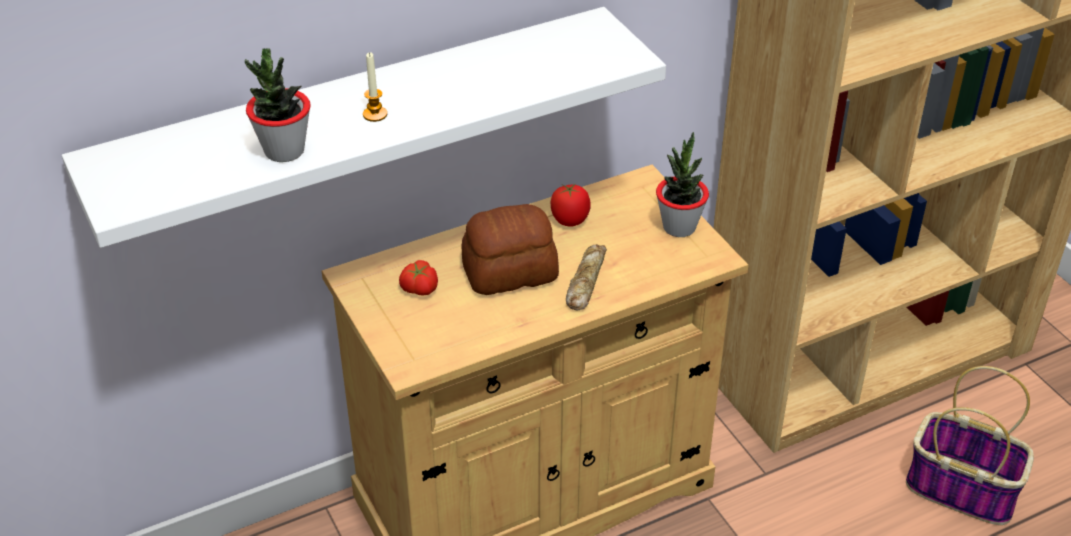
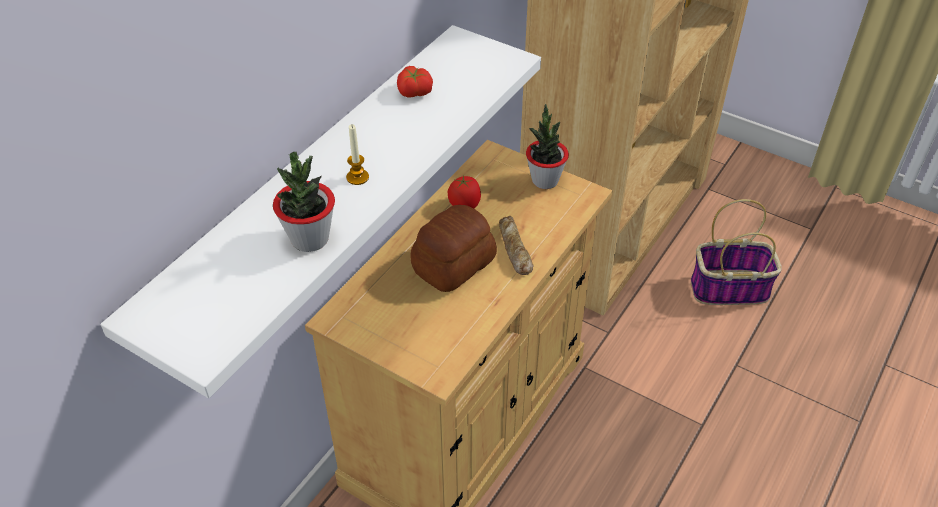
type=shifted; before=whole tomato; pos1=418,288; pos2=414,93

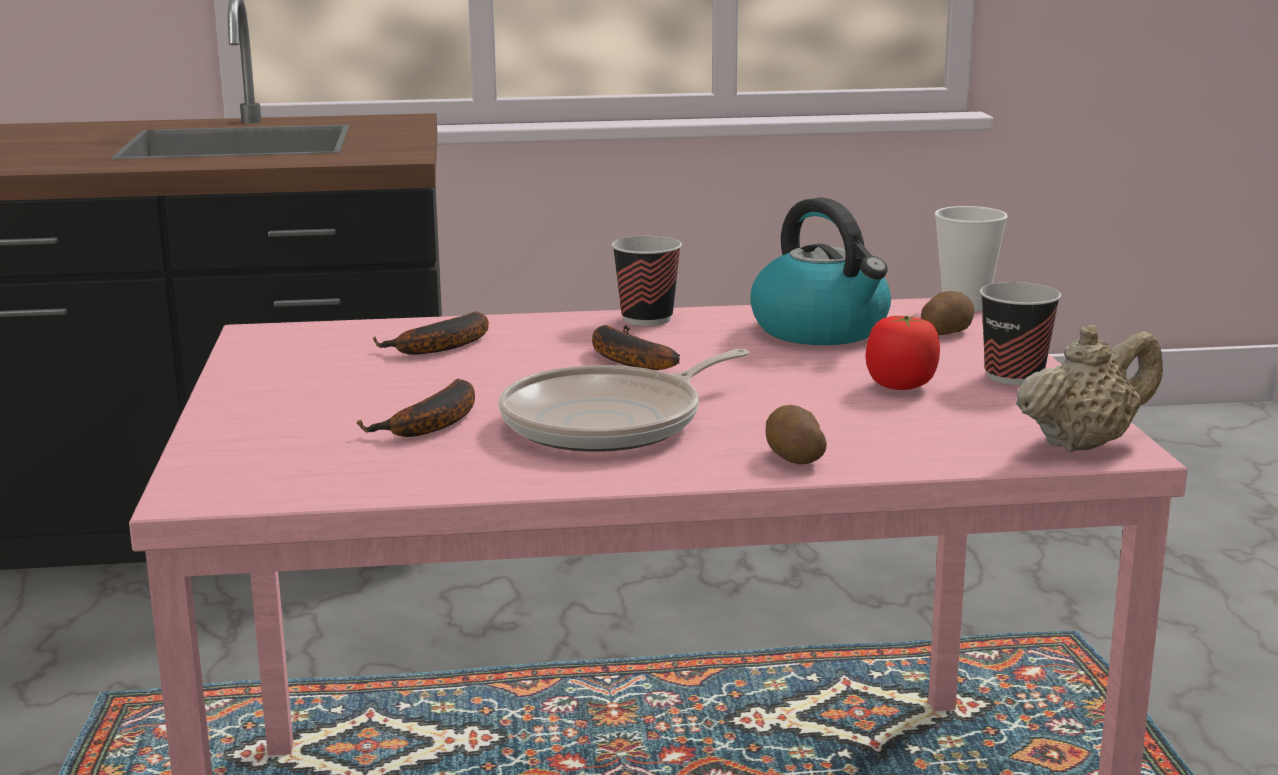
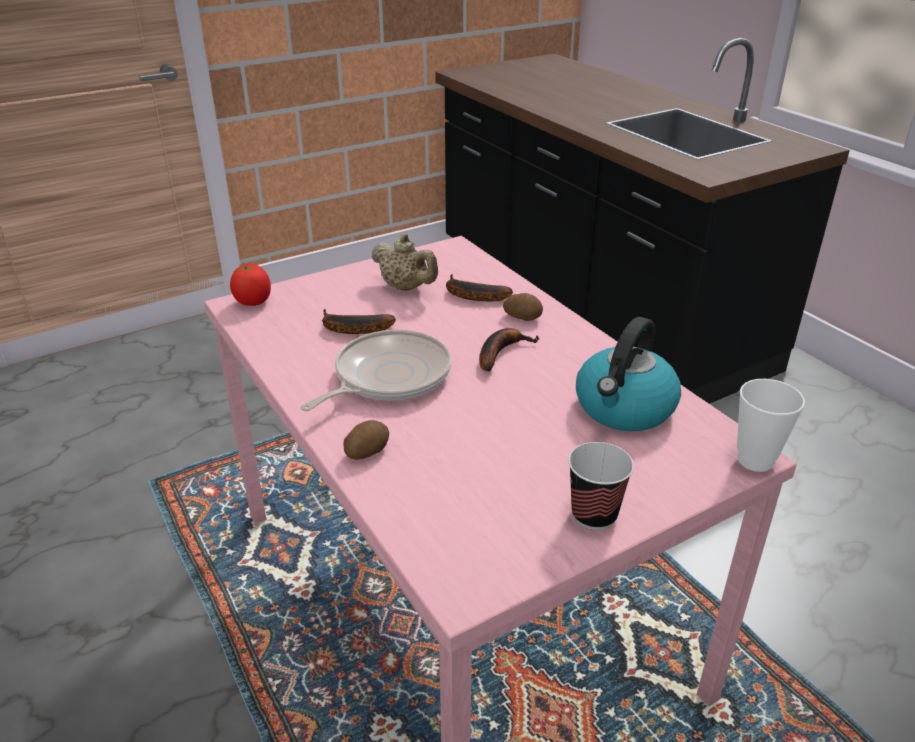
type=shifted; before=whole tomato; pos1=901,386; pos2=253,302
type=rotated; before=skillet; pos1=611,422; pos2=387,377; turn=105
type=shifted; before=sand-coloured tea pot; pos1=1083,444; pos2=406,288
type=shifted; before=potato; pos1=945,332; pos2=523,316
type=gone; before=cup; pos1=647,319

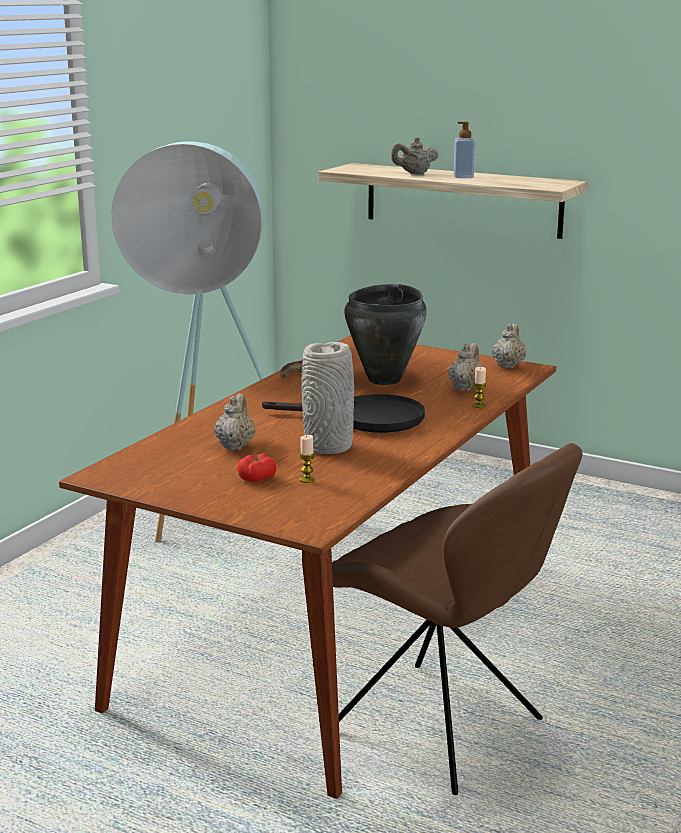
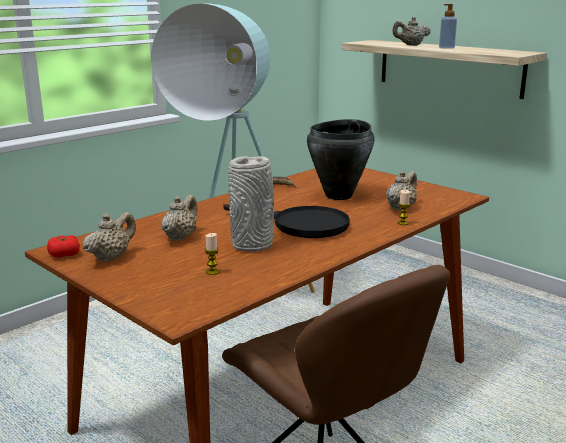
type=shifted; before=whole tomato; pos1=256,478; pos2=64,254
type=shifted; before=sand-coloured tea pot; pos1=508,365; pos2=111,257

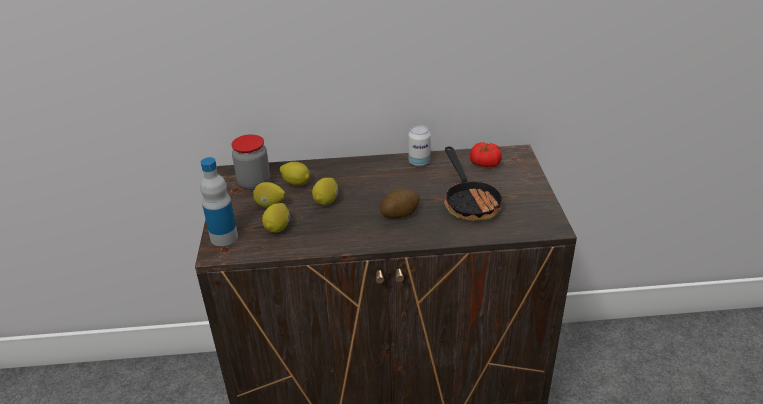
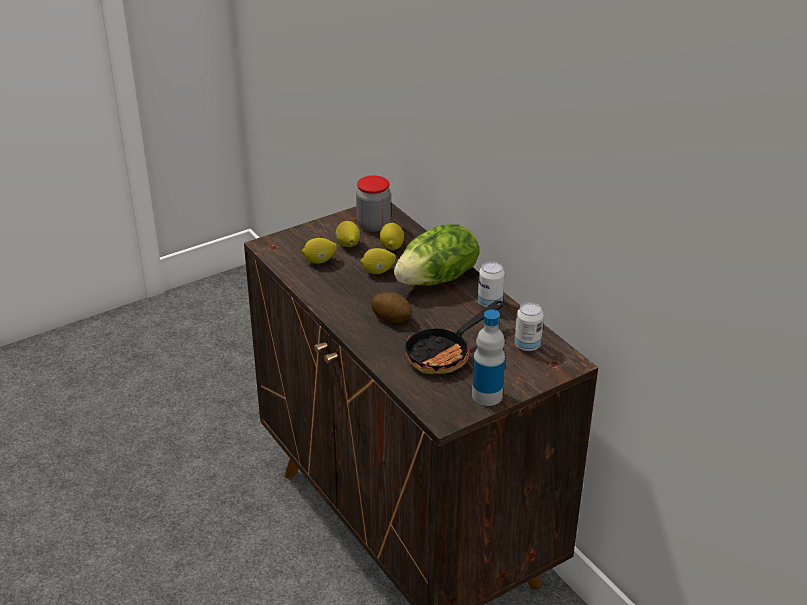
type=new; after=lettuce; pos2=438,279
type=shifted; before=bottle; pos1=224,237; pos2=487,395
type=swapped; before=whole tomato; after=sealed can; pos1=485,163; pos2=527,345

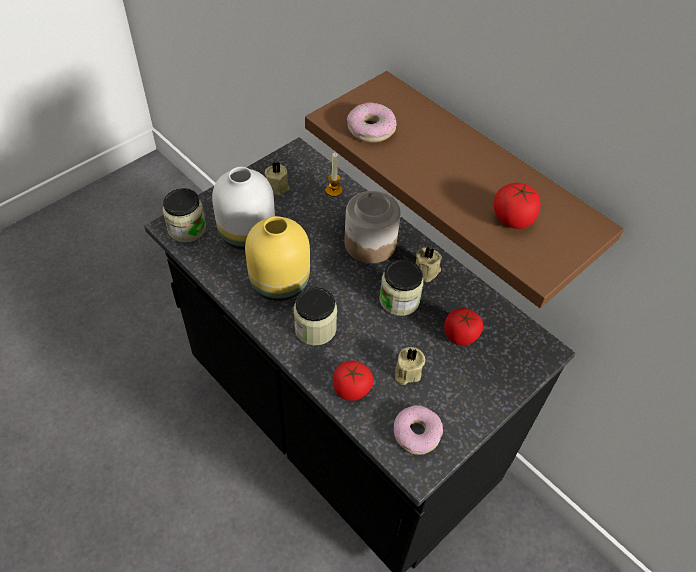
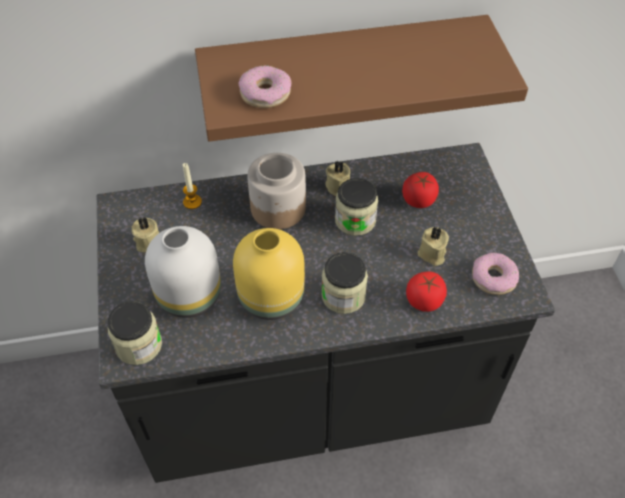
type=gone; before=whole tomato; pos1=512,218

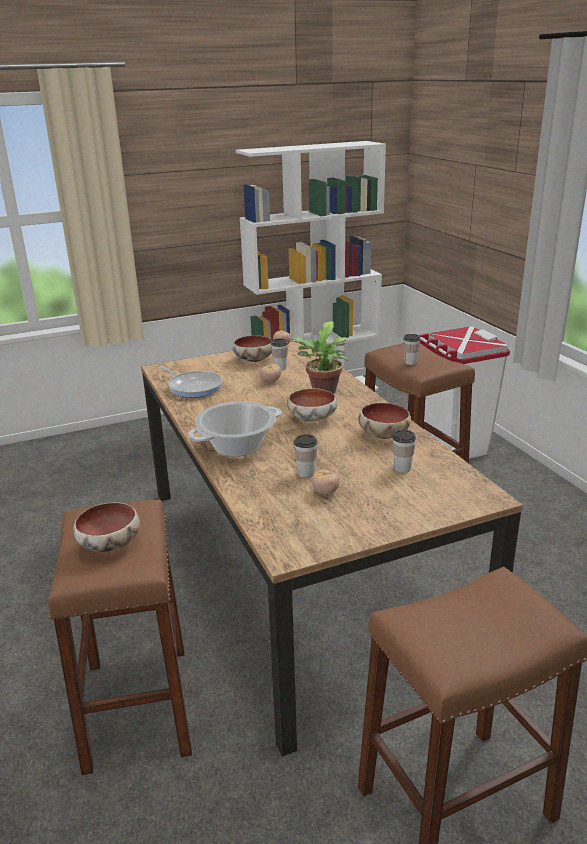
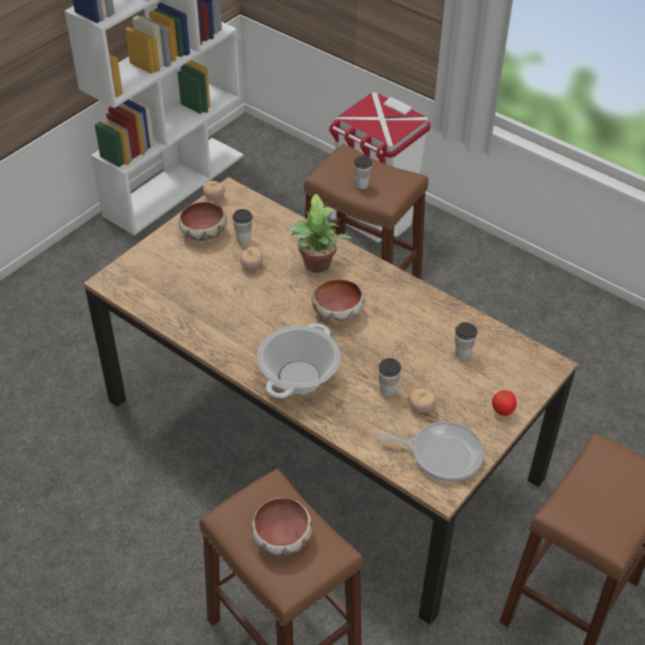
type=shifted; before=skillet; pos1=193,387; pos2=442,454
type=new; after=whole tomato; pos2=502,411
type=gone; before=bowl; pos1=382,434

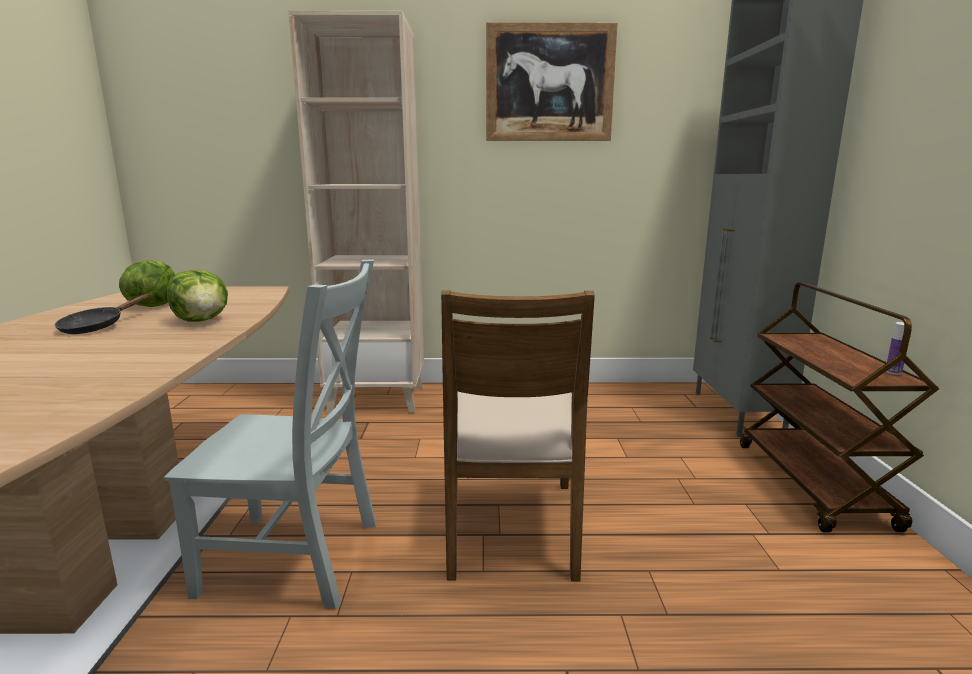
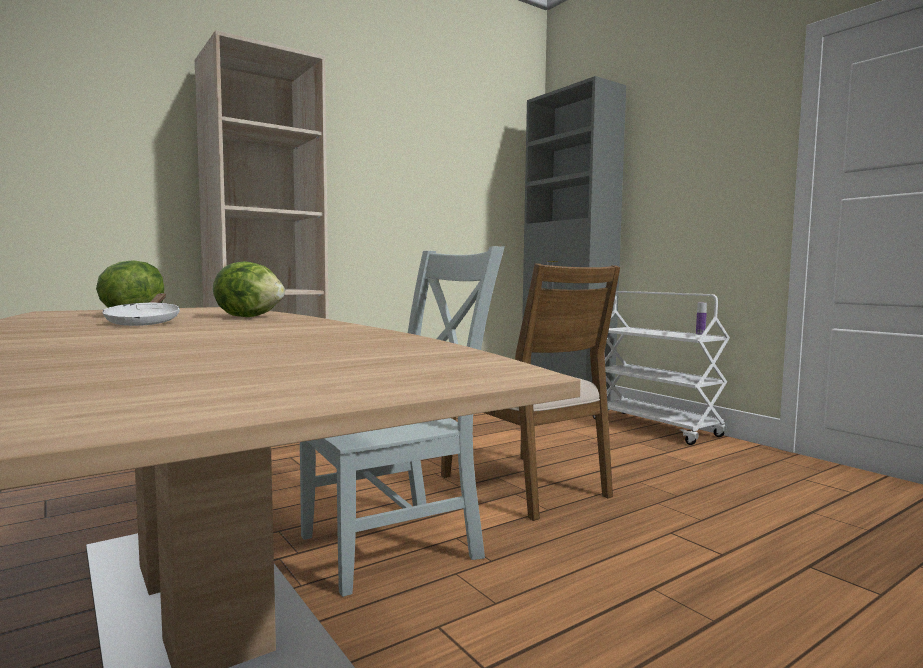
type=repainted; before=blackish skillet; after=white-coloured skillet; pos1=97,327; pos2=144,323
type=repainted; before=brown trolley; after=white-coloured trolley; pos1=813,485; pos2=656,427
type=gone; before=picture; pos1=549,83

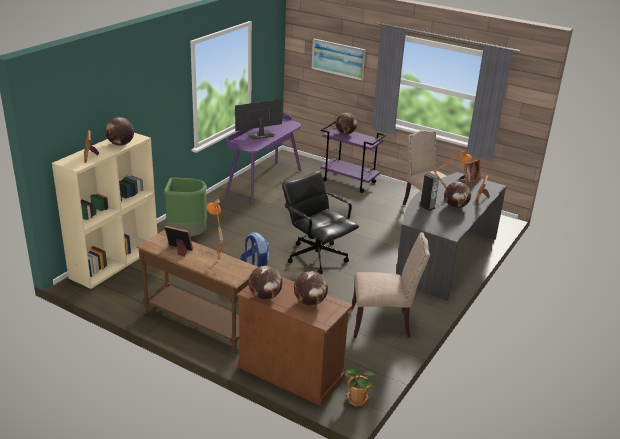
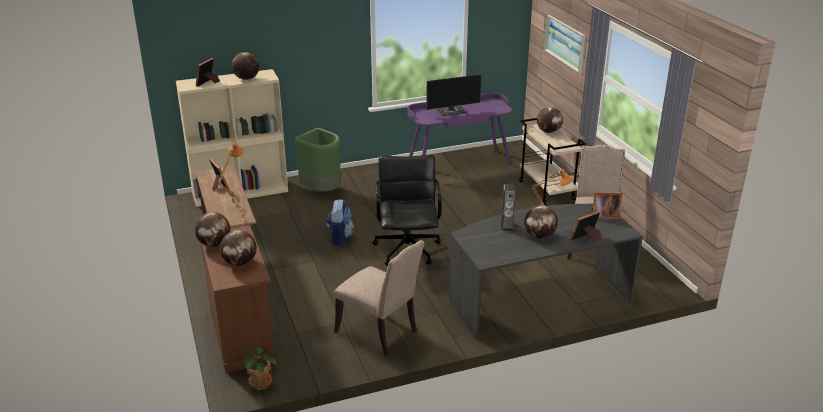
type=rotated; before=computer display; pos1=260,135; pos2=452,111; turn=150
type=repainted; before=purple trolley; after=sand-coloured trolley; pos1=349,182; pos2=547,190

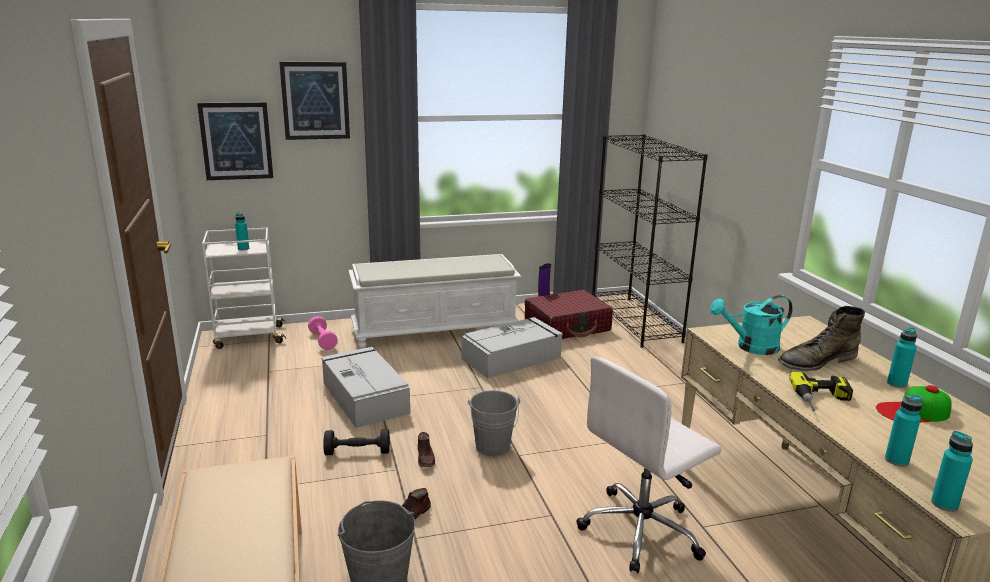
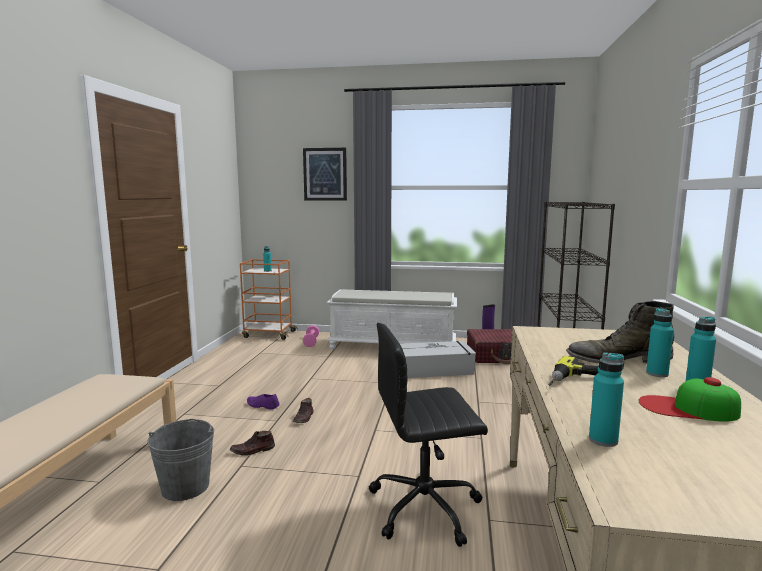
type=repainted; before=white-coloured trolley; after=orange-coloured trolley; pos1=248,337; pos2=268,334
type=swapped; before=blackish hand weight; after=purple shoe; pos1=357,452; pos2=262,405
type=repainted; before=white-coloured office chair; after=blackish office chair; pos1=642,530; pos2=426,507
type=shifted; before=blue-green bottle; pos1=944,504; pos2=657,374
type=gone; before=picture; pos1=236,141
type=gone; before=grey storage box; pos1=364,397
type=gone; before=grey pail; pos1=493,449
type=gone; before=blue-green watering pot; pos1=750,347

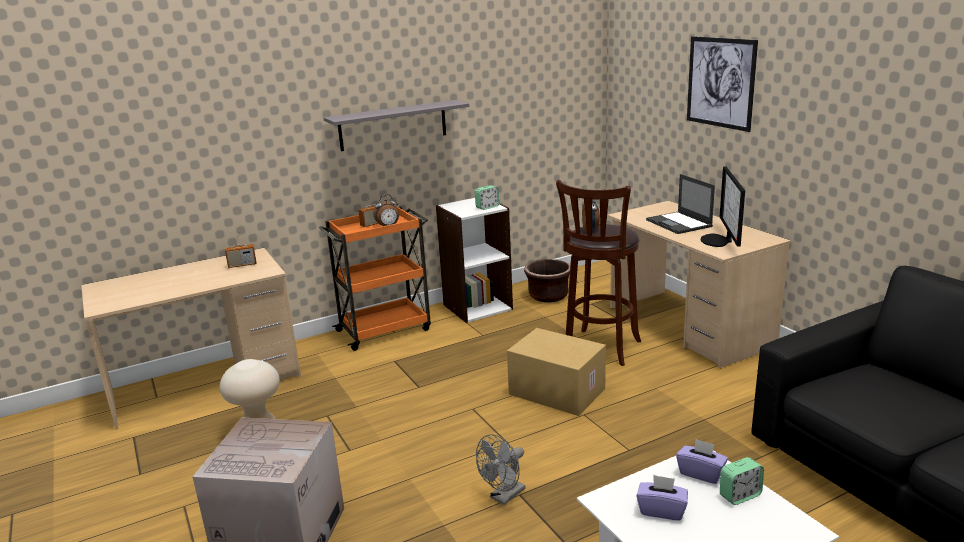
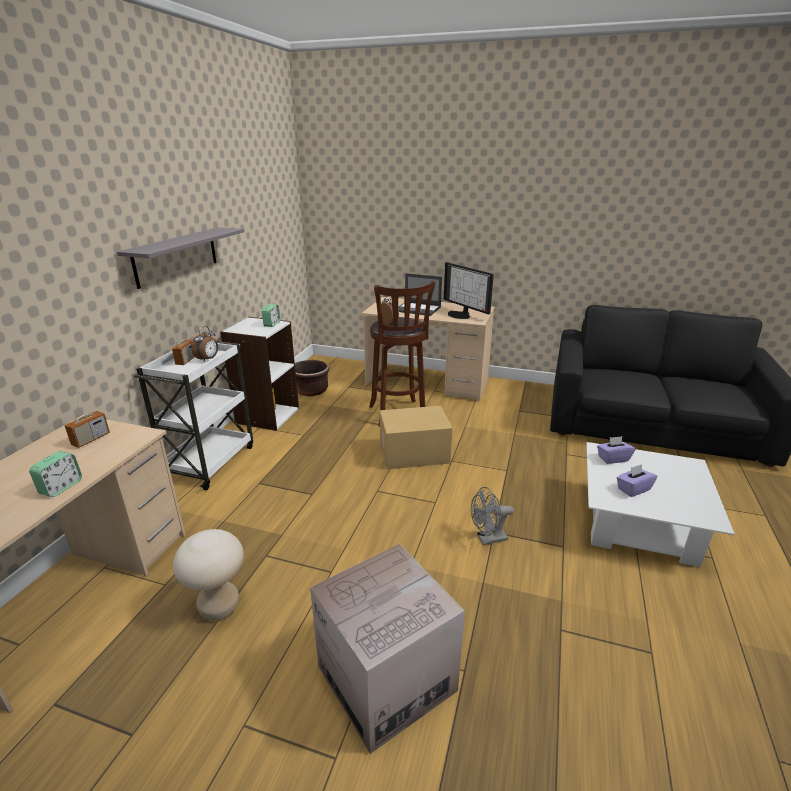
type=shifted; before=bedside clock; pos1=740,495; pos2=61,487
type=repainted; before=orange-coloured trolley; after=white-coloured trolley; pos1=385,330; pos2=211,461
type=rotated; before=grey cooling fan; pos1=504,496; pos2=488,539; turn=75
type=gone; before=picture; pos1=720,82

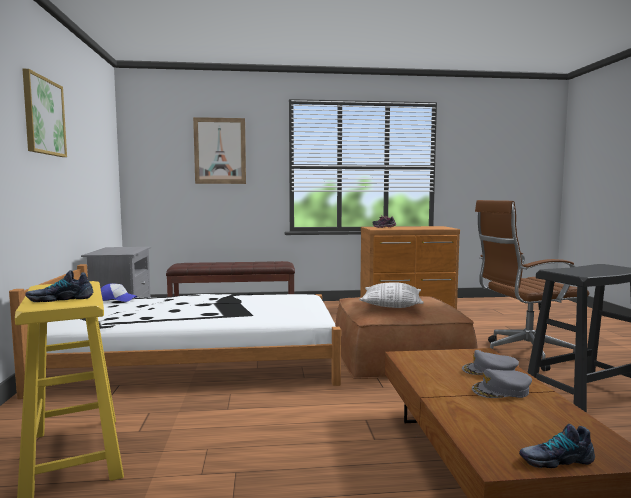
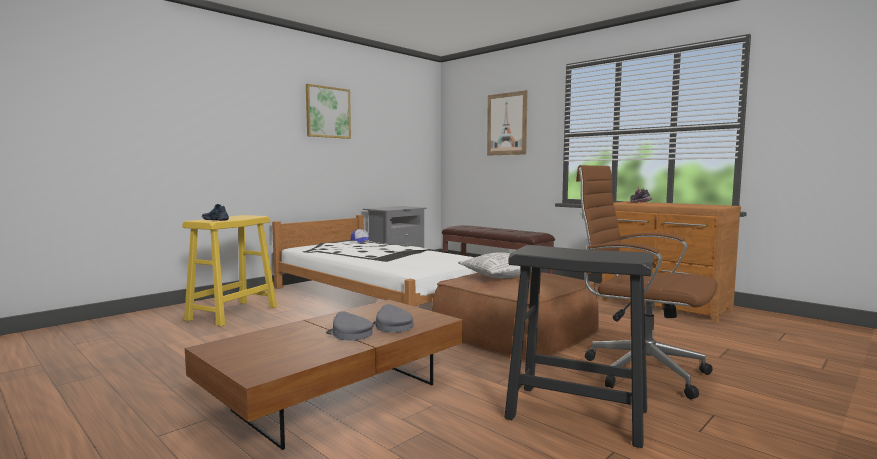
type=gone; before=shoe; pos1=555,460

